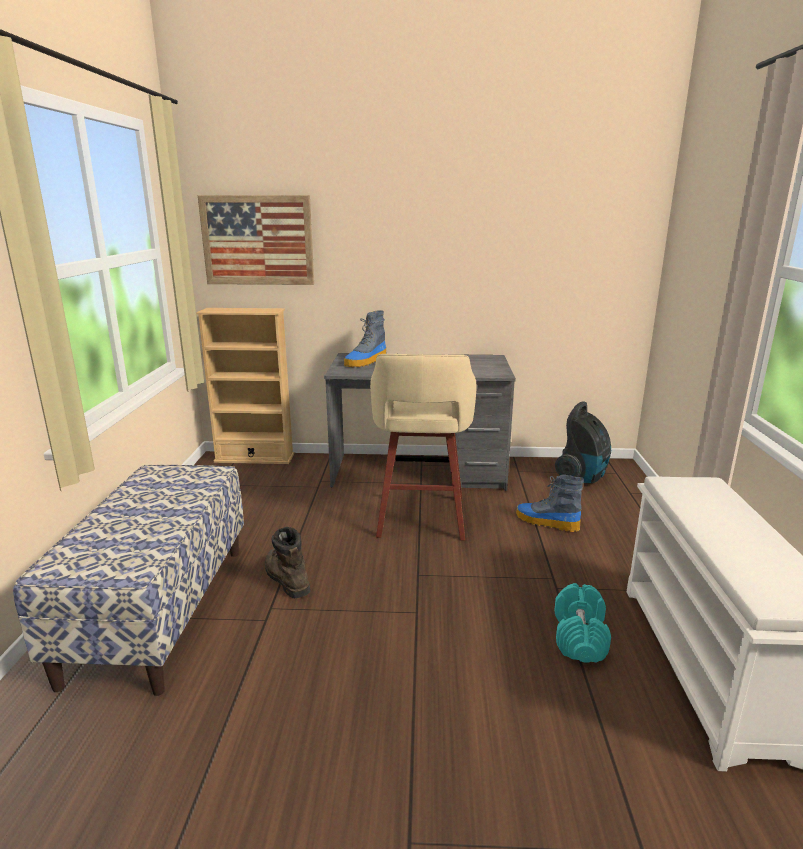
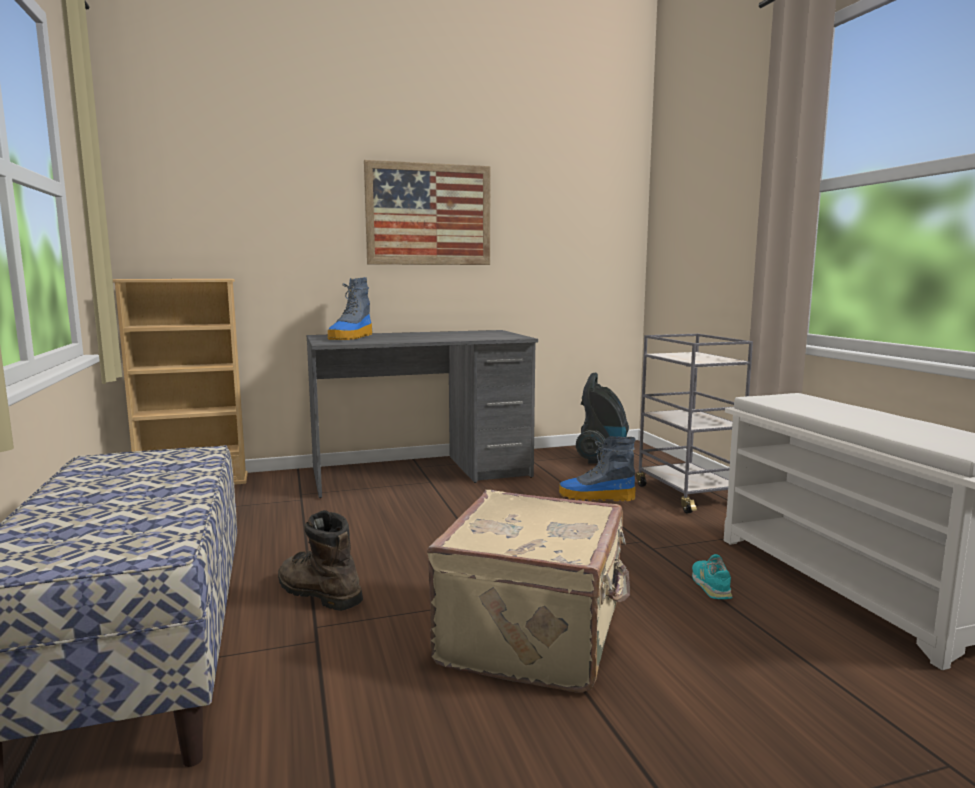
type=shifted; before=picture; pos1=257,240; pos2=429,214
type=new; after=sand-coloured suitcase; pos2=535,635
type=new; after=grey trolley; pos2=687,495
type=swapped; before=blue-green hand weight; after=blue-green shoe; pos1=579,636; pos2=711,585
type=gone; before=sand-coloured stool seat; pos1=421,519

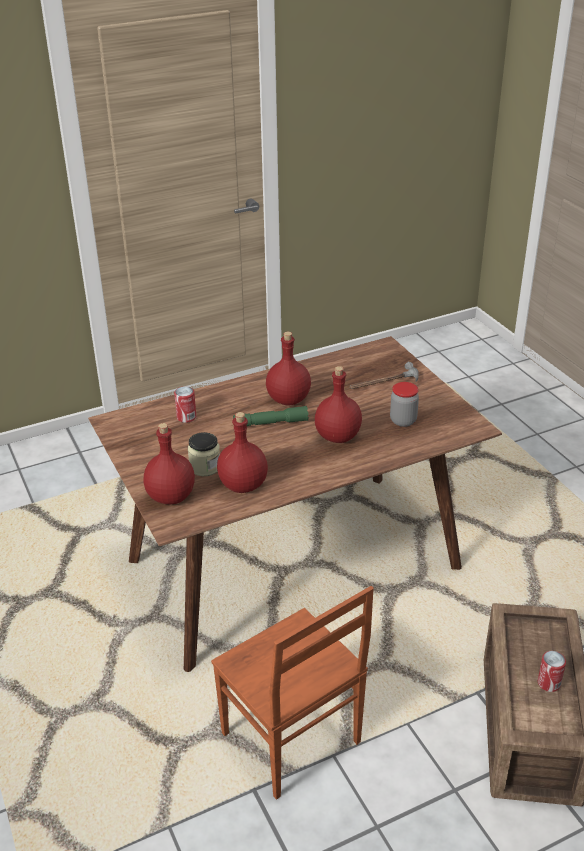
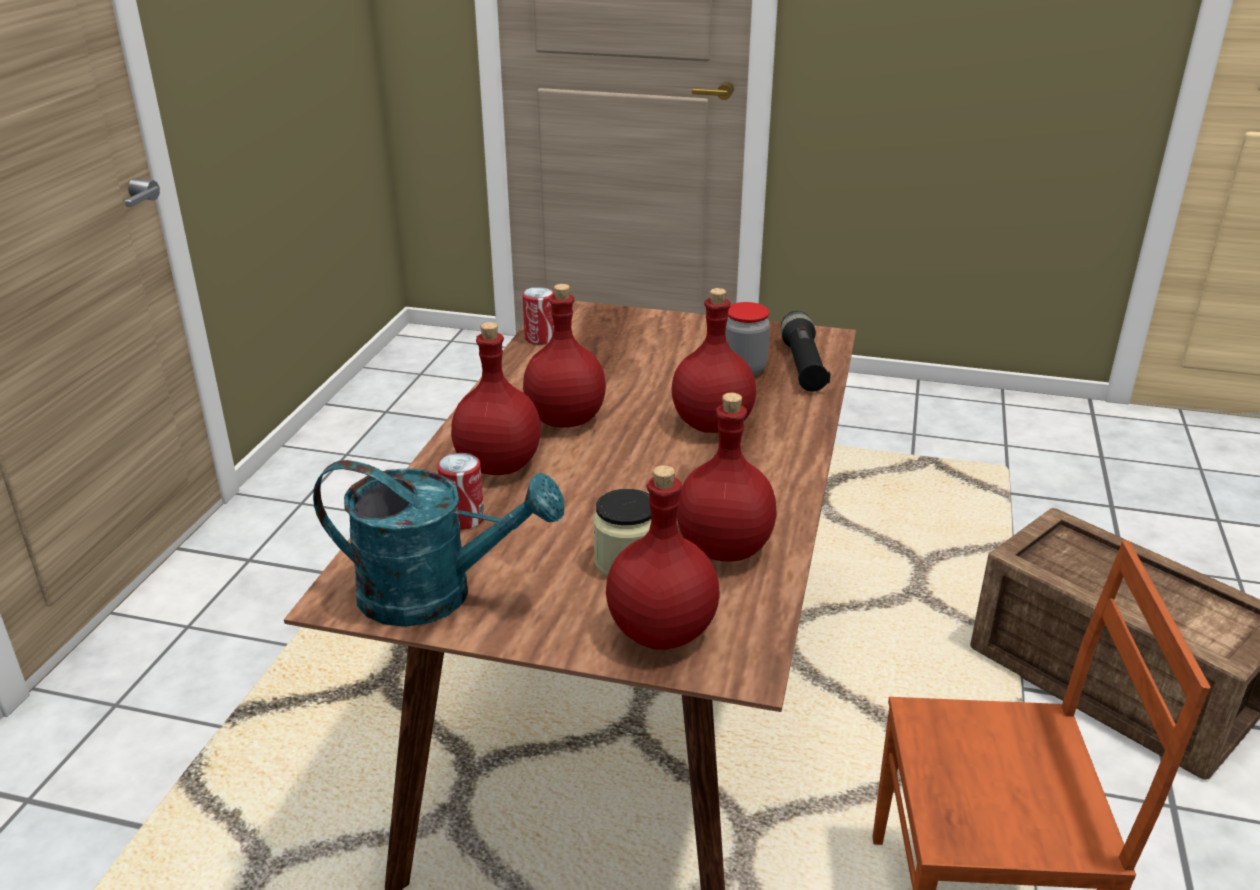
type=new; after=blue-green watering pot; pos2=436,594
type=new; after=red-coloured bottle; pos2=499,464
type=shifted; before=sealed can; pos1=549,683; pos2=540,338
type=new; after=blackish hand torch; pos2=802,366
type=gone; before=green-coloured hand torch; pos1=270,423
type=gone; before=tool hammer; pos1=384,382

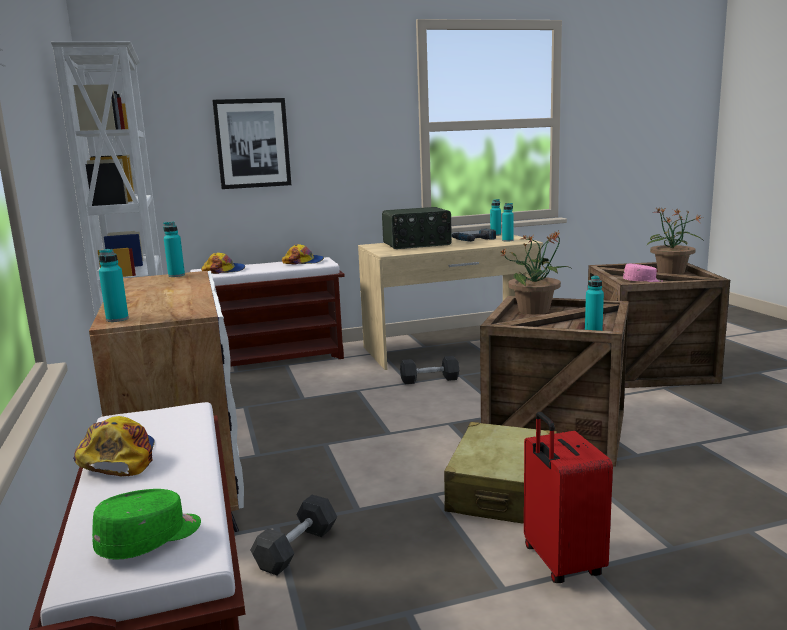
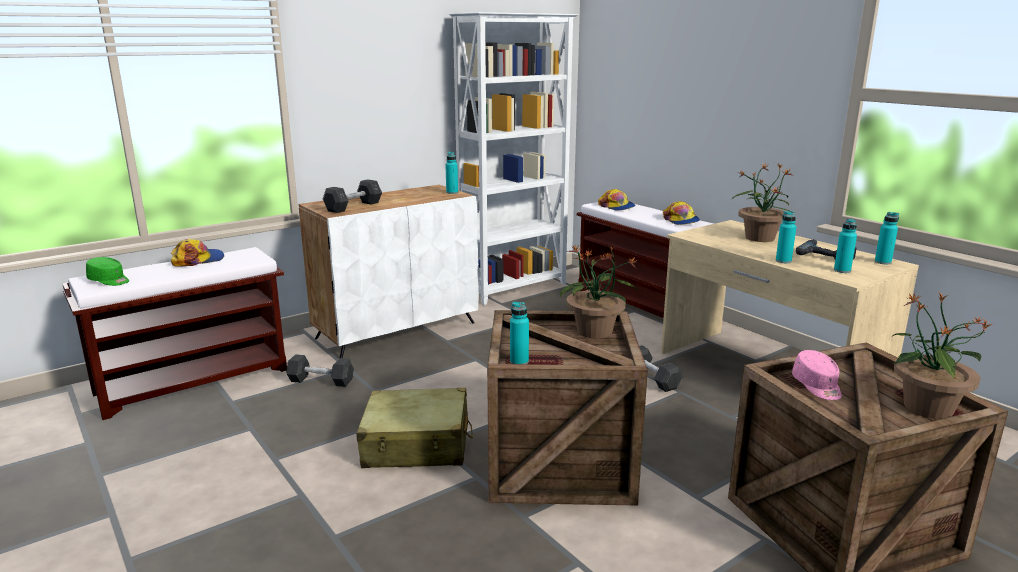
type=new; after=grey hand weight; pos2=353,206
type=swapped; before=radio receiver; after=potted plant; pos1=417,244; pos2=759,238
type=shifted; before=blue-green bottle; pos1=117,319; pos2=783,261
type=gone; before=picture; pos1=252,143
type=gone; before=red-coloured suitcase; pos1=560,563

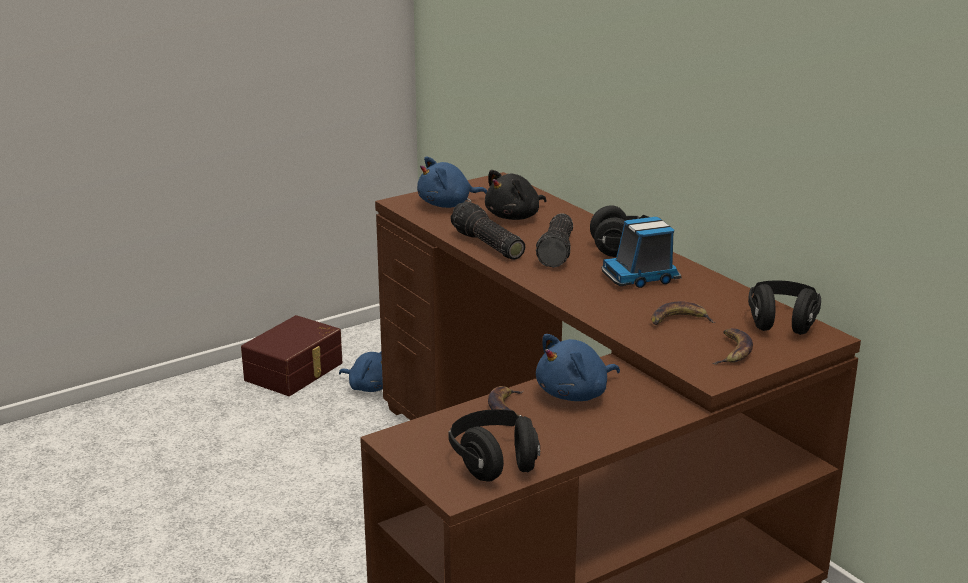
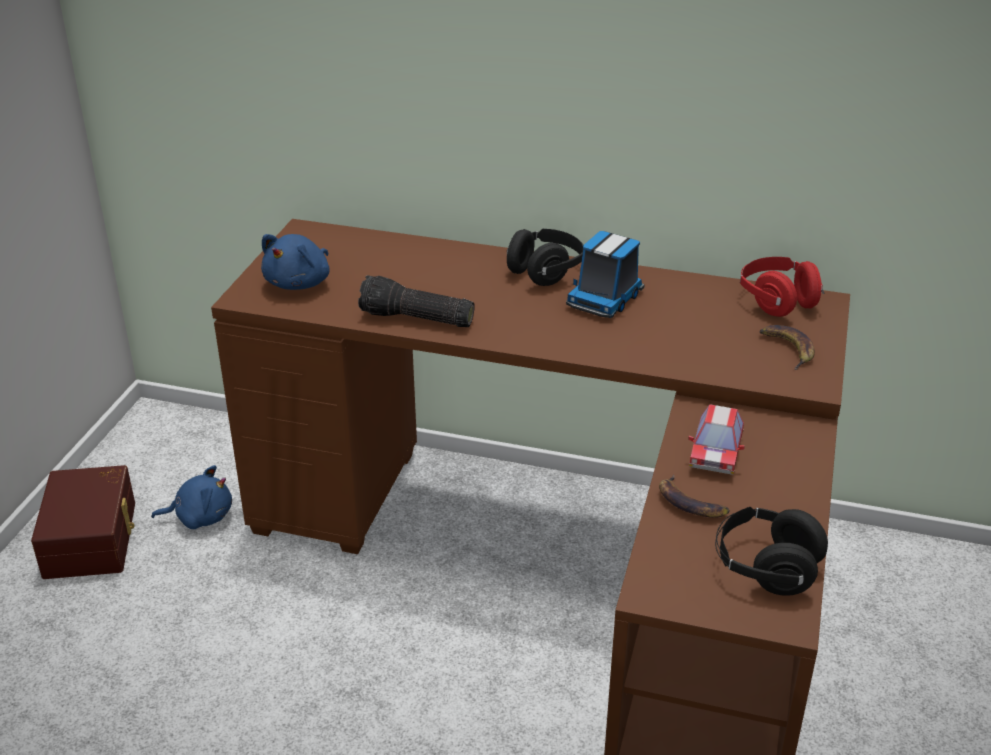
type=swapped; before=blue soft toy; after=miniature car; pos1=575,394; pos2=715,455
type=repainted; before=blackish pair of headphones; after=red-coloured pair of headphones; pos1=782,323; pos2=777,301
type=gone; before=blackish soft toy; pos1=515,217
type=gone; before=hand torch; pos1=558,251
type=gone; before=banana fruit; pos1=678,320

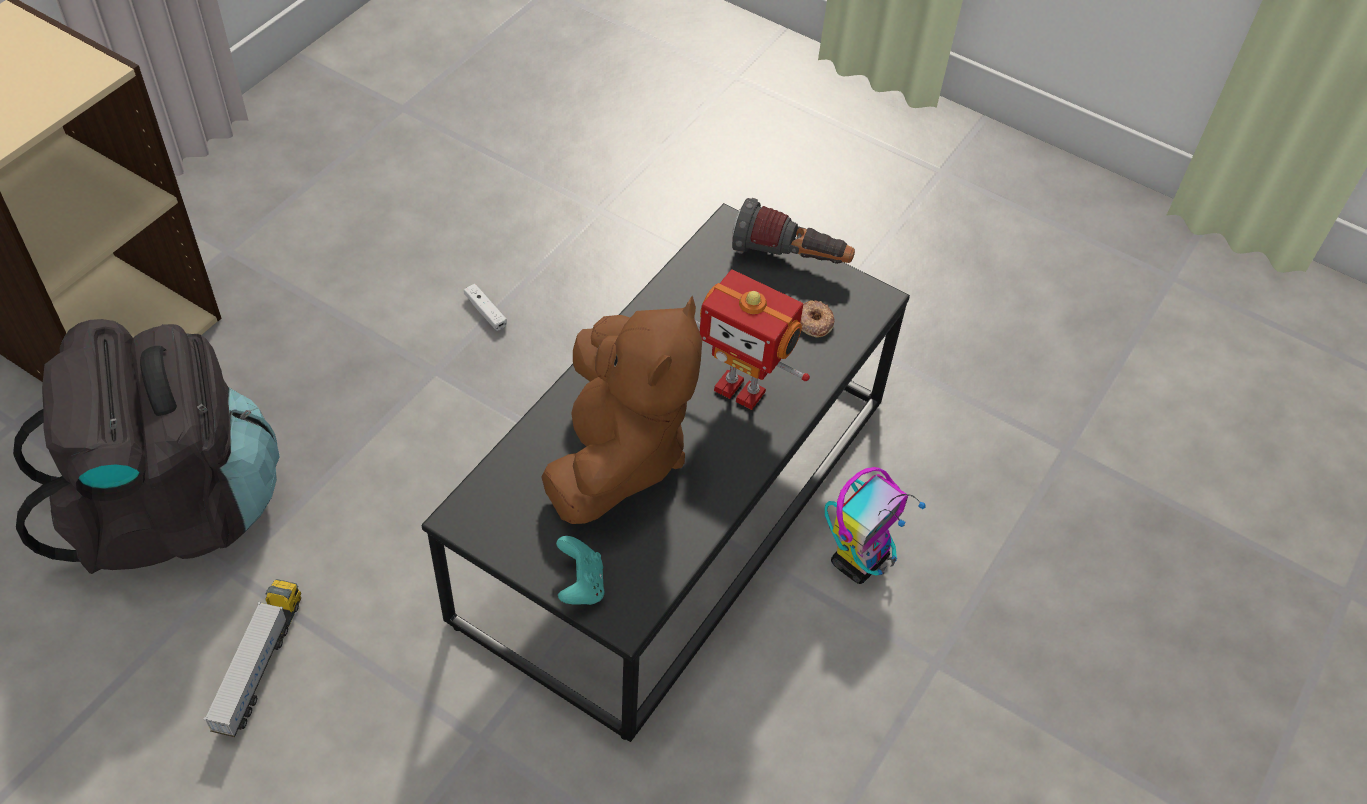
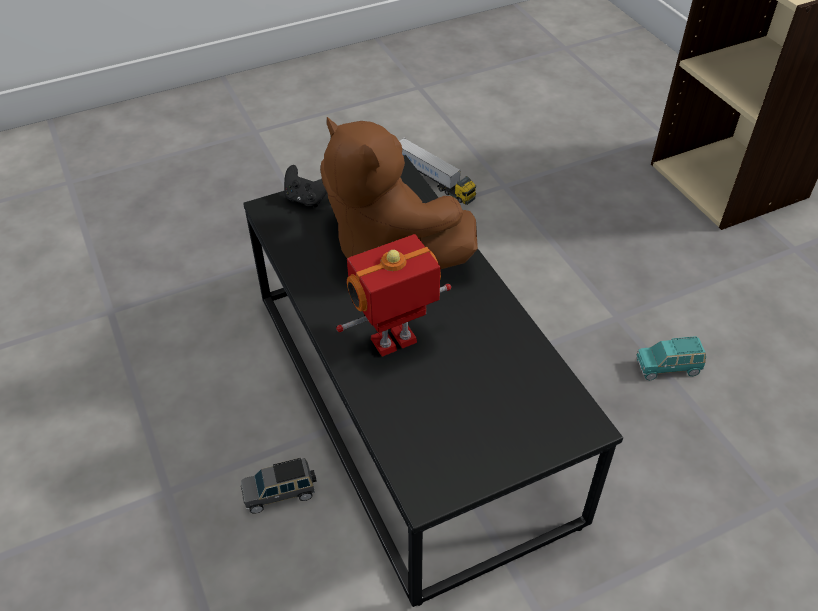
type=swapped; before=toy robot; after=grey miniature car; pos1=859,560; pos2=280,493
type=repainted; before=blue-green joypad; after=blackish joypad; pos1=580,585; pos2=307,199
type=swapped; before=white-coloured joypad; after=blue-green miniature car; pos1=485,311; pos2=668,367
type=gone; before=blackish backpack; pos1=172,508
type=gone; before=hand torch; pos1=790,258
type=gone; before=doughnut; pos1=814,322

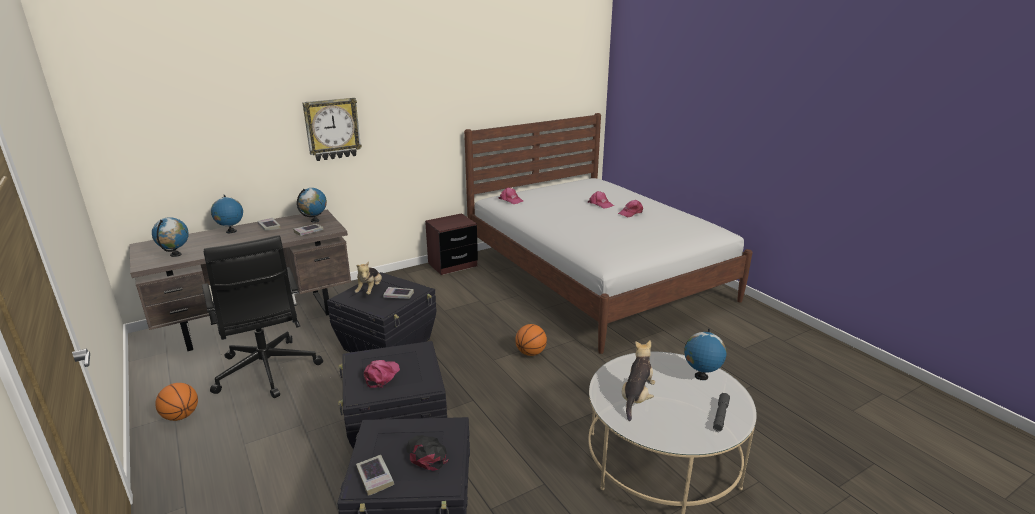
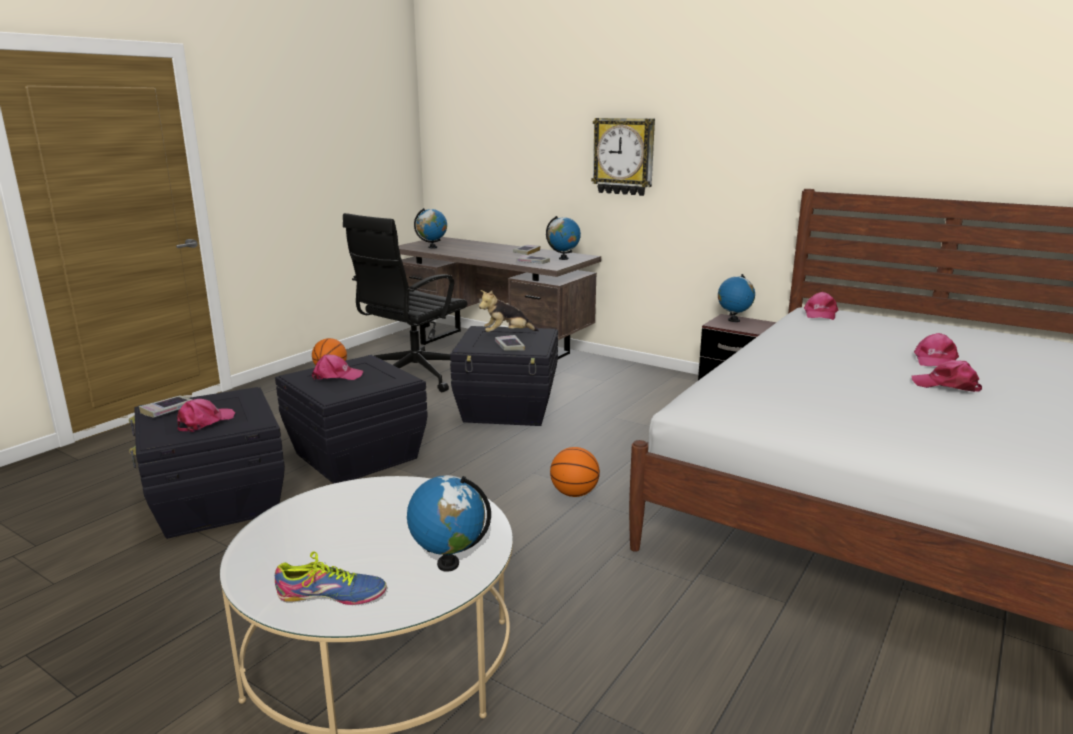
type=repainted; before=blackish peaked cap; after=pink-coloured peaked cap; pos1=426,454; pos2=205,422
type=swapped; before=grey hand torch; after=shoe; pos1=720,416; pos2=331,594
type=shifted; before=globe; pos1=231,231; pos2=733,320
type=gone; before=soft toy; pos1=636,398

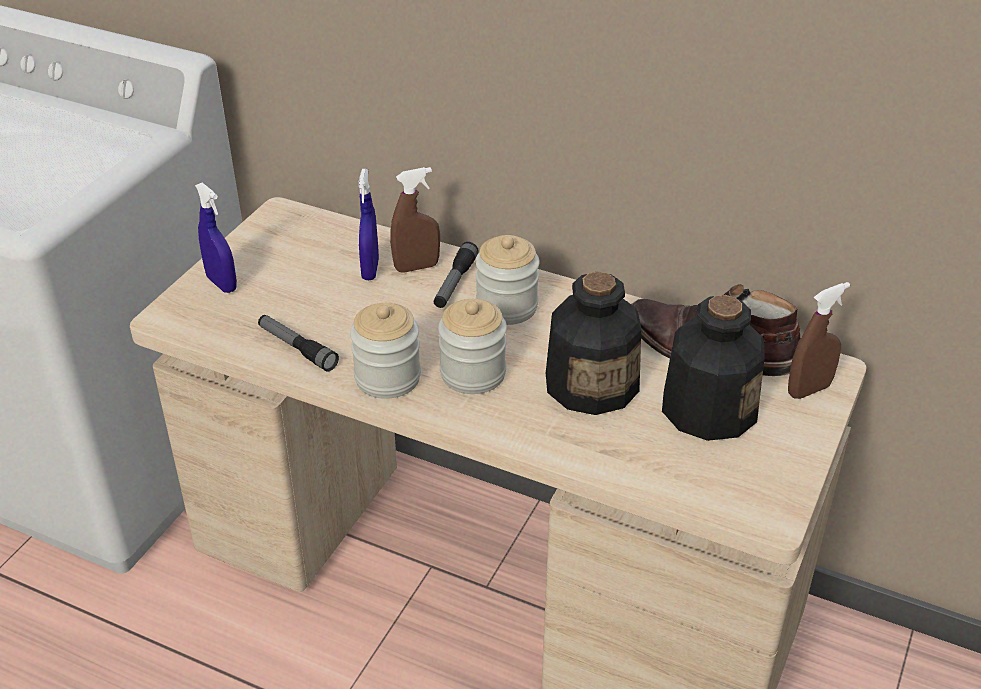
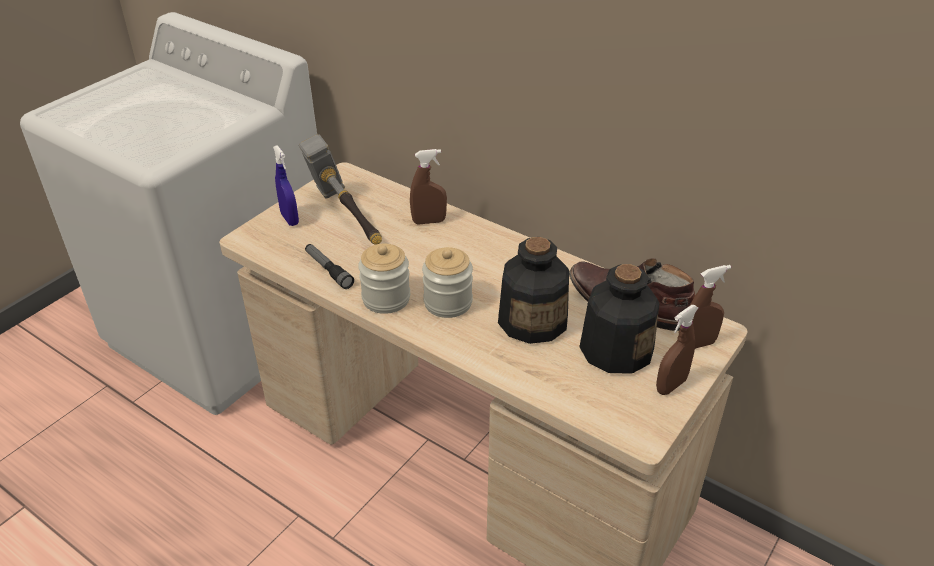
type=new; after=tool hammer; pos2=346,218
type=new; after=brown hand sprayer; pos2=671,385
type=gone; before=blue hand sprayer; pos1=370,270
type=gone; before=hand torch; pos1=455,283
type=gone; before=preserve jar; pos1=506,307

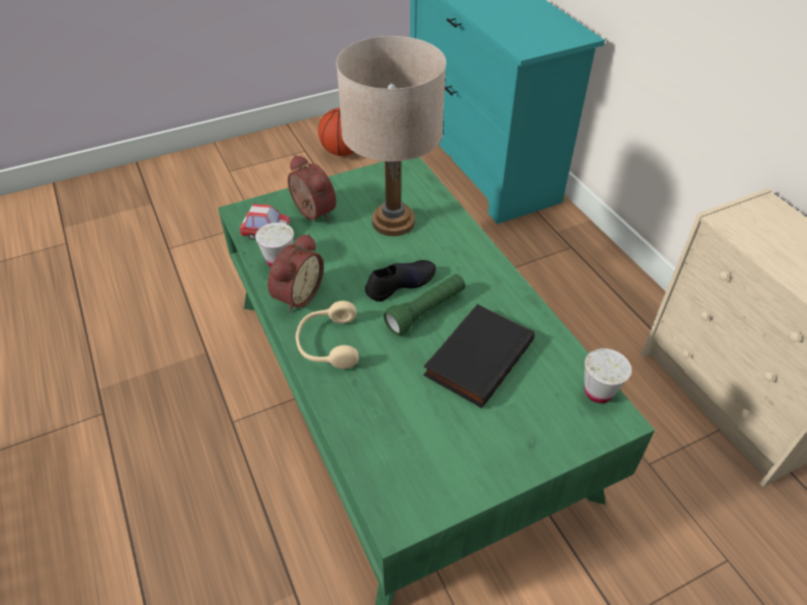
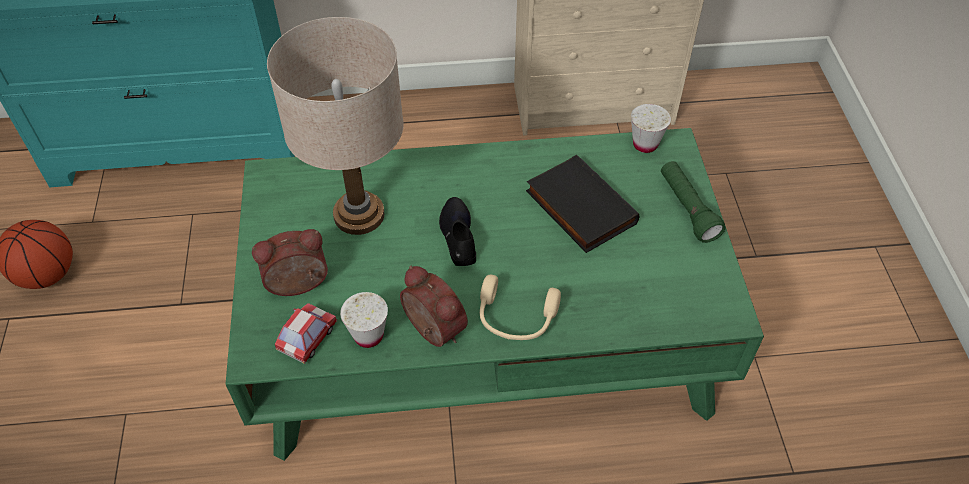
type=shifted; before=green-coloured hand torch; pos1=426,311; pos2=687,209

